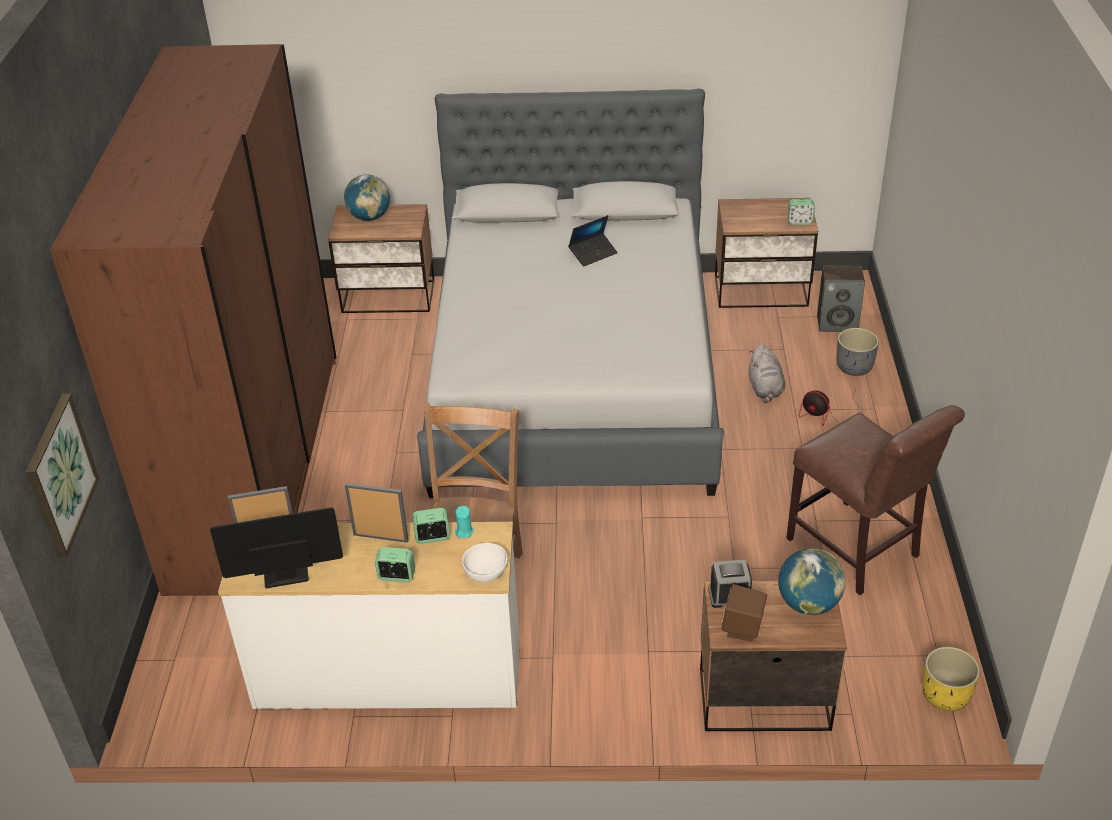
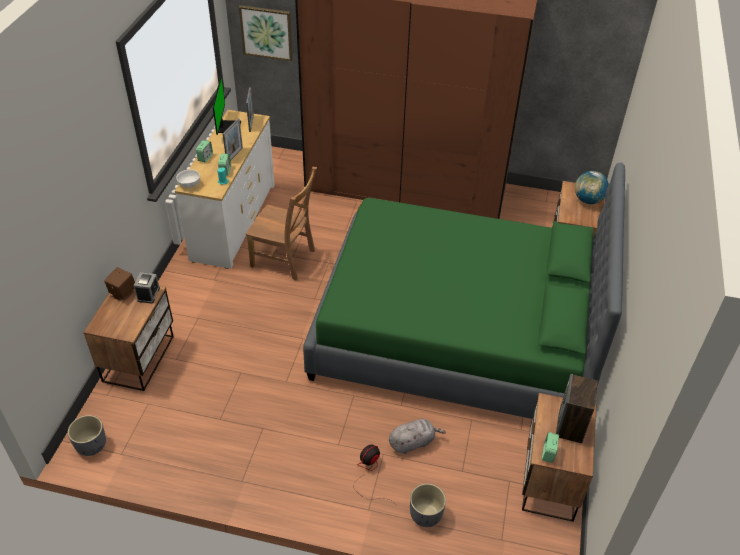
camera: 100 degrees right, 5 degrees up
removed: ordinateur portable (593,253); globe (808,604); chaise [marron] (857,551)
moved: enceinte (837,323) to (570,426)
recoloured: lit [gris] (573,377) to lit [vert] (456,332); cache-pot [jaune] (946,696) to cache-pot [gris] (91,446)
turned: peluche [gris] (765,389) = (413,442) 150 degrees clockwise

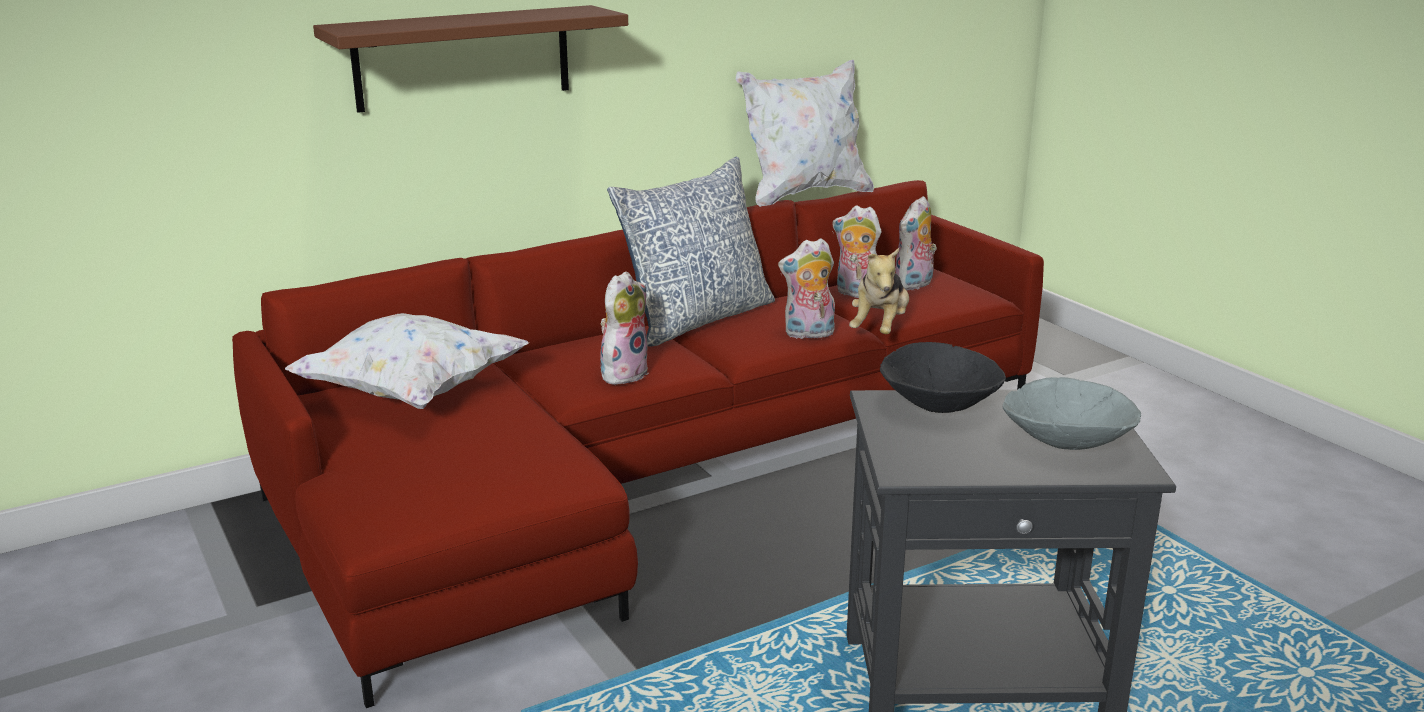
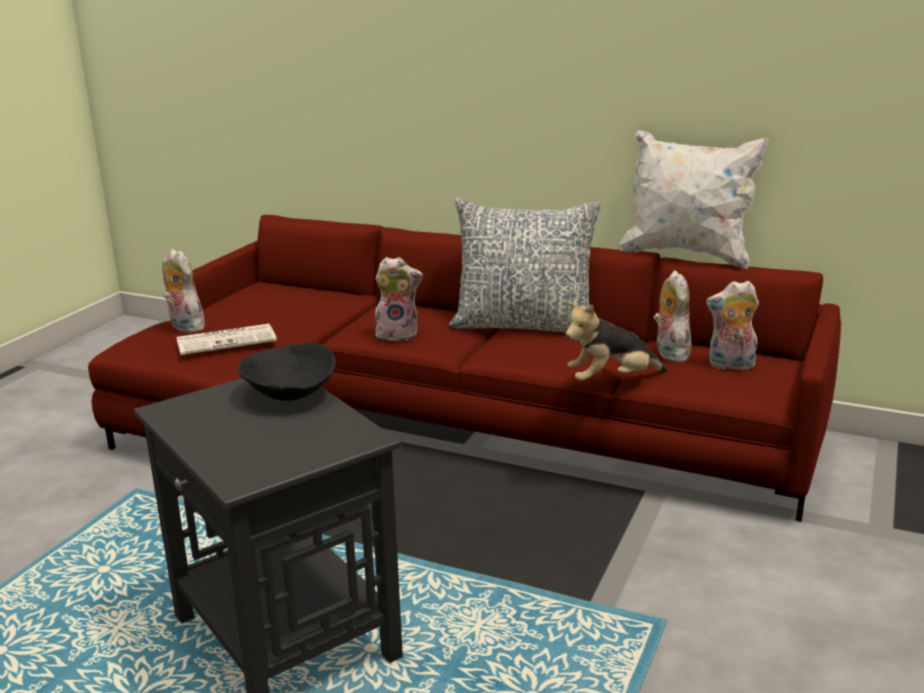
camera: 55 degrees right, 0 degrees up
removed: coussin [blanc] (411,393); étagère [marron] (463,58); bol [gris] (1066,443)
added: journal (227,340)
moved: peluche (808,334) to (184,327)

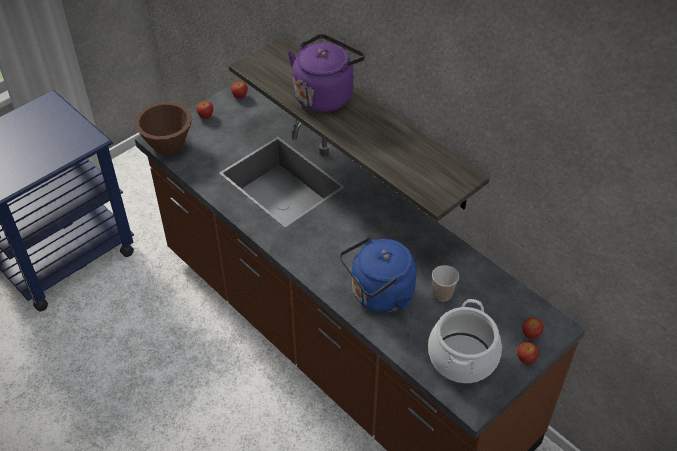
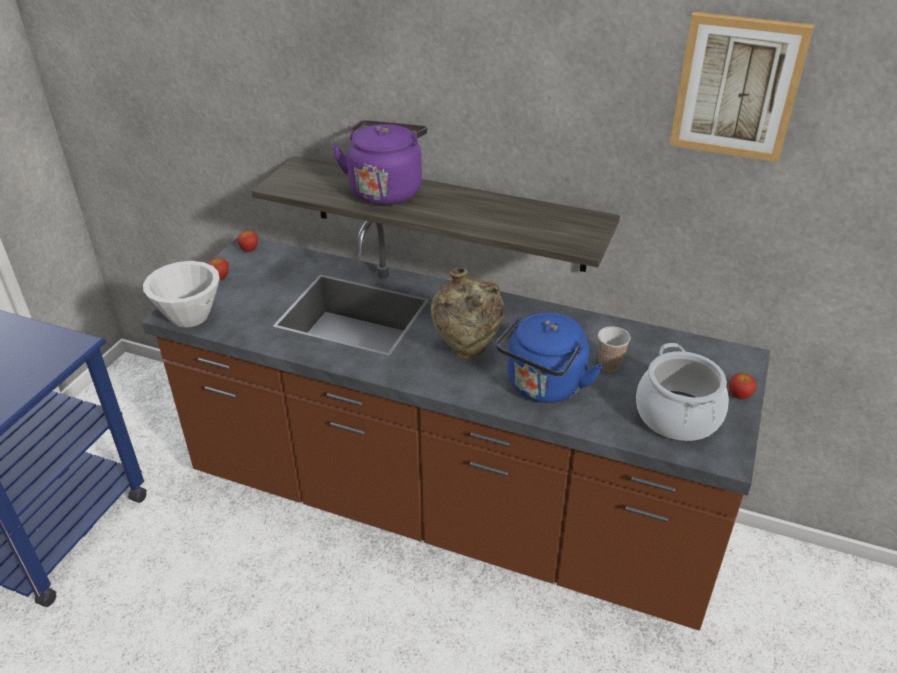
camera: 25 degrees left, 10 degrees down
removed: pomme (530,334)
added: vase [beige] (467,354); tableau (737,87)
recoloured: bol [marron] (167,145) to bol [blanc] (189,317)

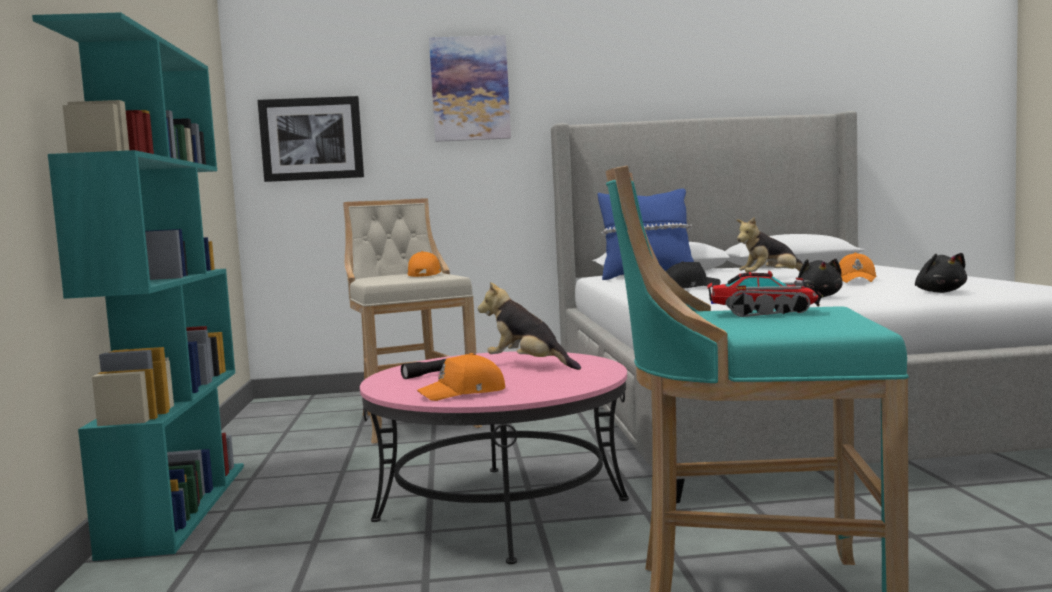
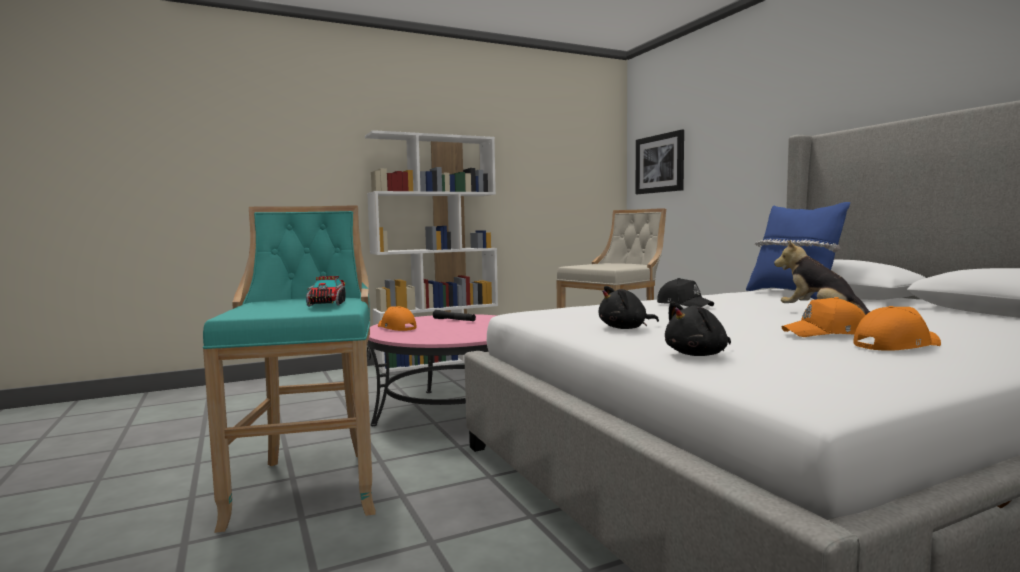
camera: 70 degrees right, 0 degrees up
removed: tableau (470,89); peluche (528,365)
moved: casquette [orange] (424,275) to (895,345)
recoloured: bibliothèque [turquoise] (178,506) to bibliothèque [blanc] (438,361)

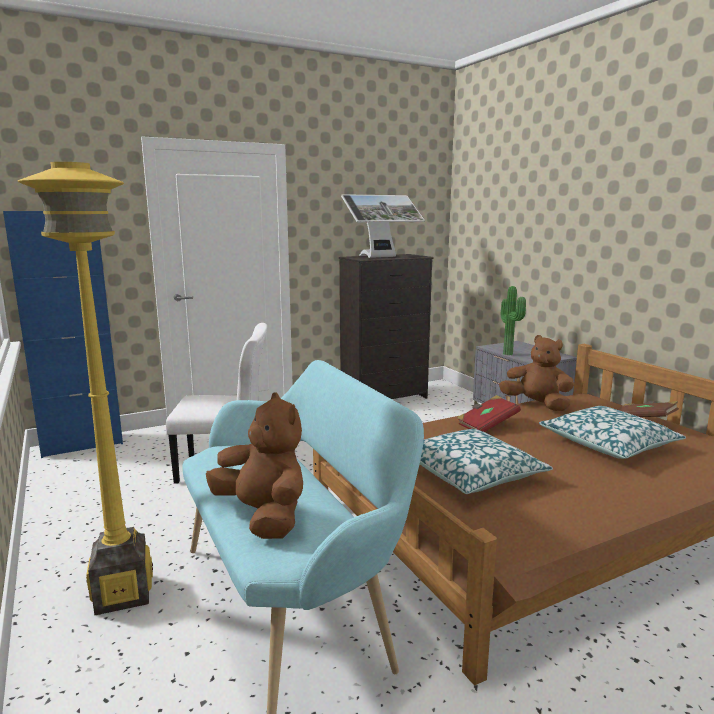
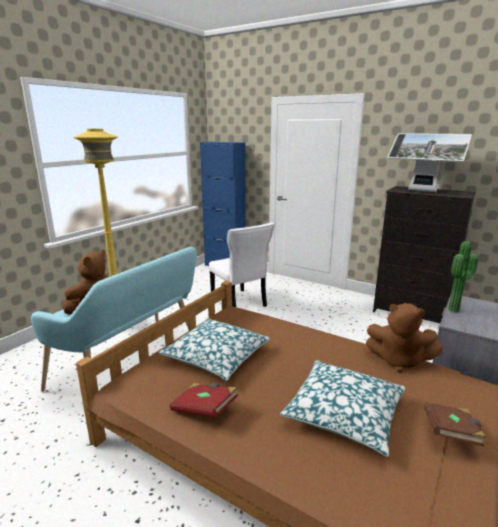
camera: 60 degrees right, 5 degrees up
moved: livre [rouge] (487,425) to (205,409)
turned: peluche [marron] (537,405) = (399,360) 105 degrees clockwise

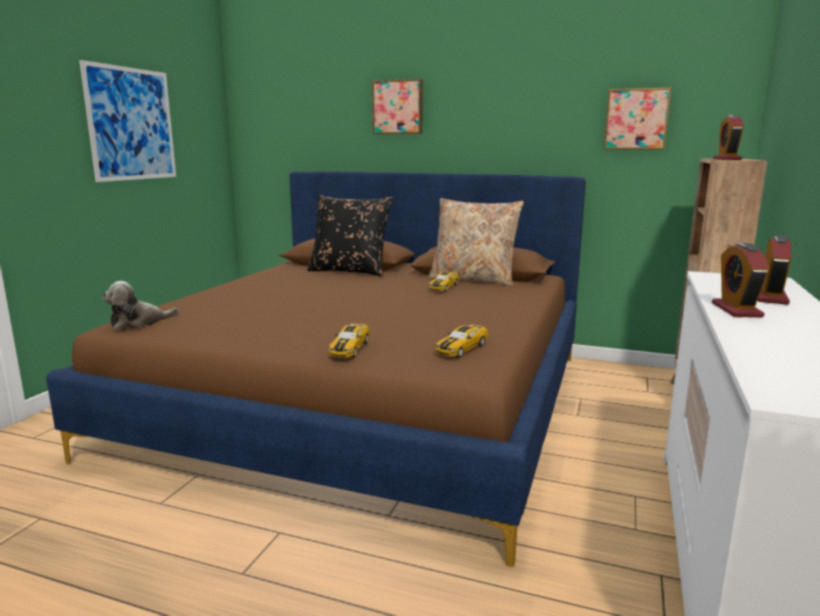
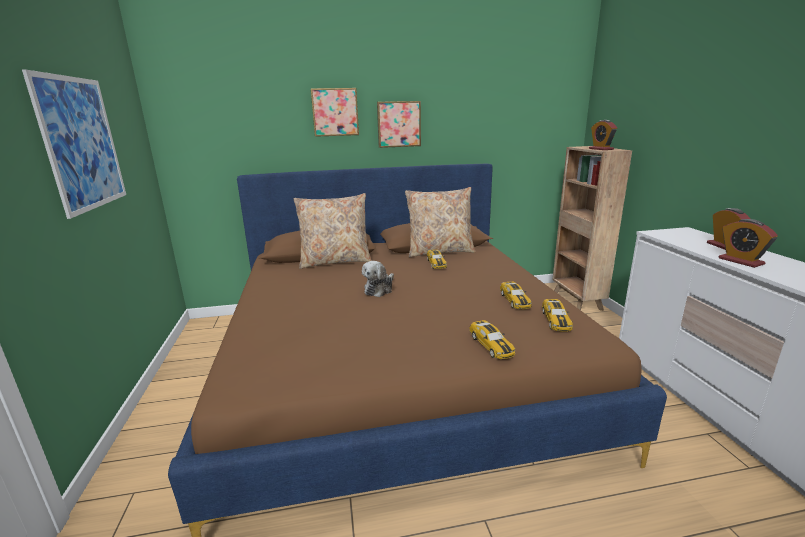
camera: 30 degrees left, 5 degrees up
added: petite voiture (515,300)
moved: peluche (138,323) to (379,289); tableau (636,119) to (398,124)
recoloured: coussin [noir] (350,271) to coussin [beige] (335,261)

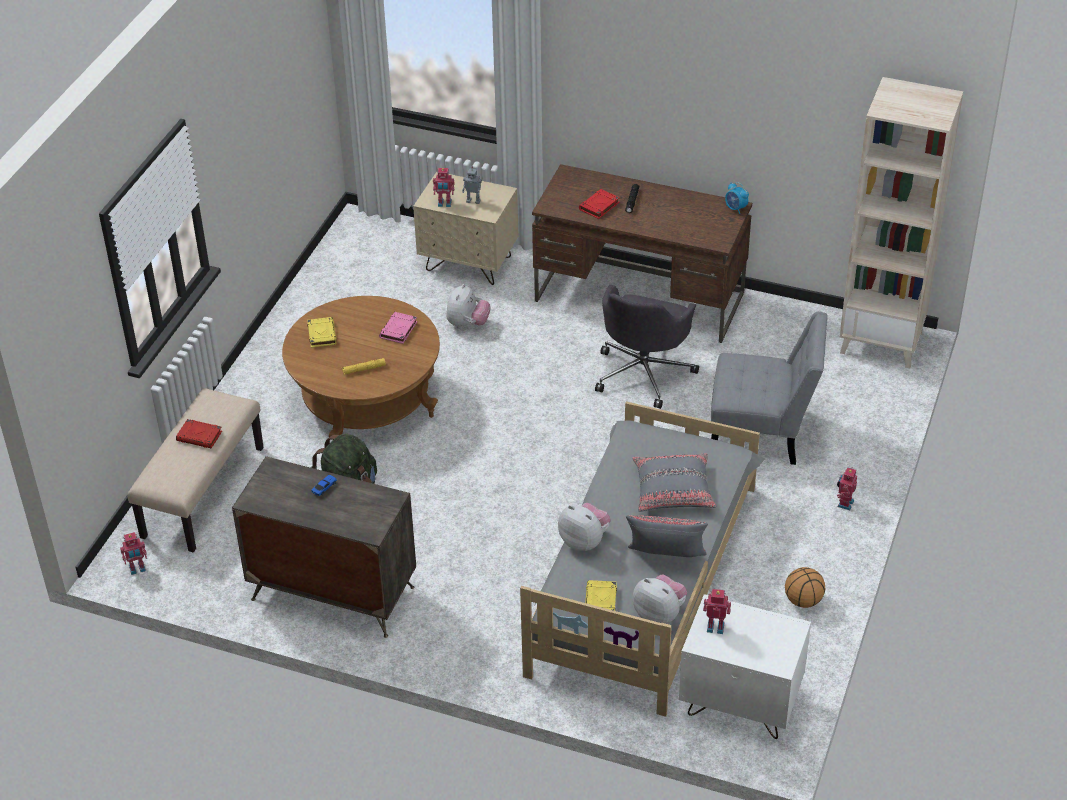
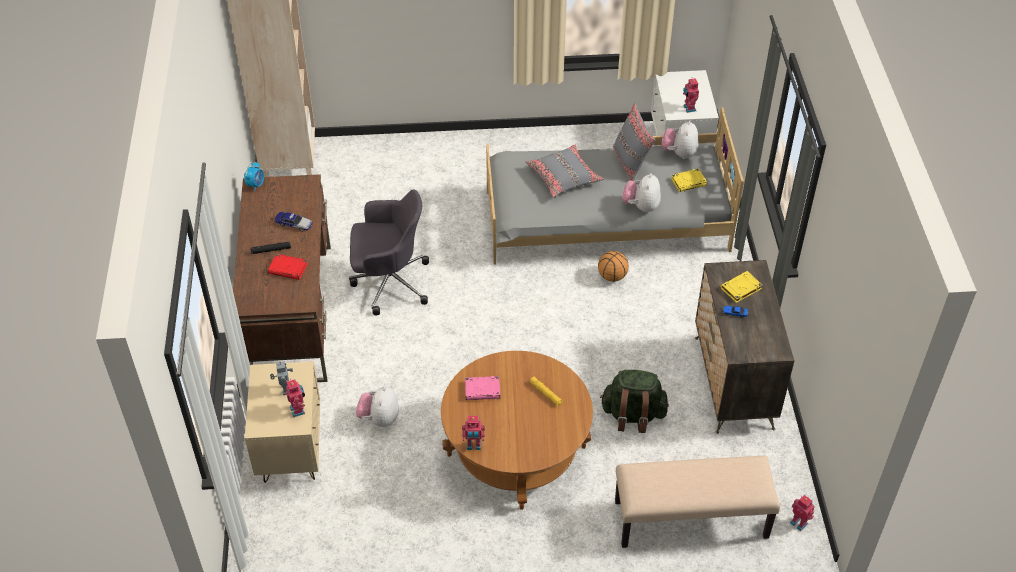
camera: 115 degrees left, 5 degrees up
removed: livre [rouge] (200,436); chaise [gris] (762,433)
added: petite voiture (294,224)
moved: livre [jaune] (321,334) to (740,289); ballon de basket (803,601) to (612,276); robot jouet (844,503) to (473,446)
turned: peluche (467,324) = (379,418) 75 degrees counterclockwise

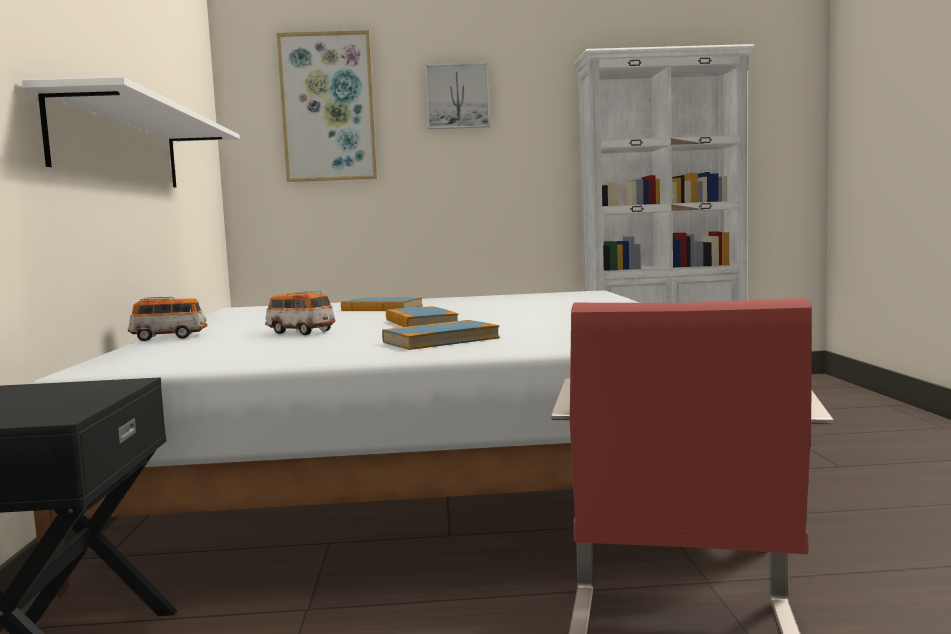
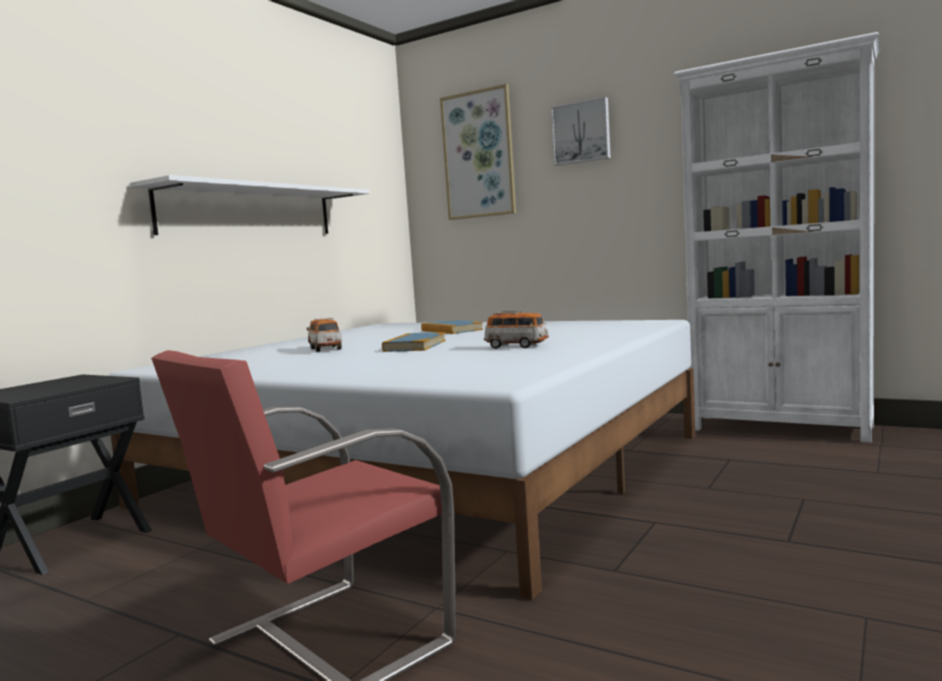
camera: 35 degrees right, 0 degrees up
removed: livre (440,340)
moved: petite voiture (169,337) to (516,346)

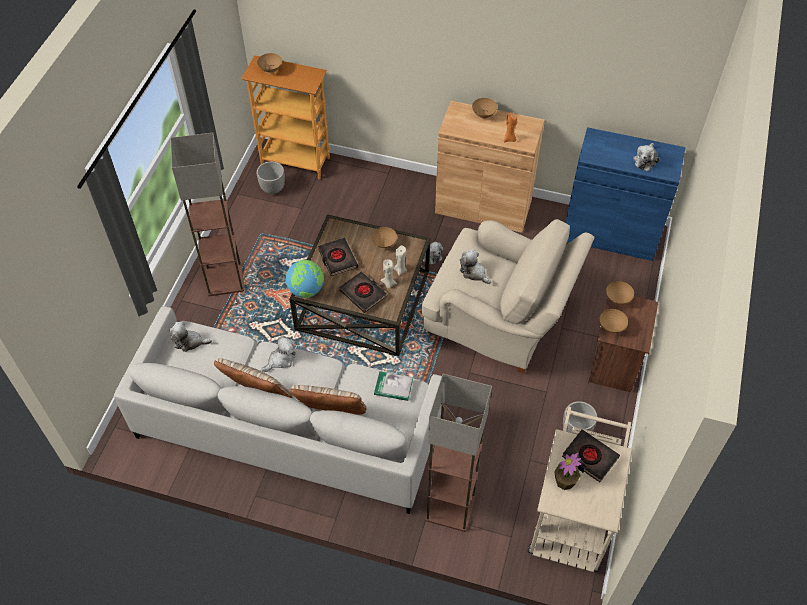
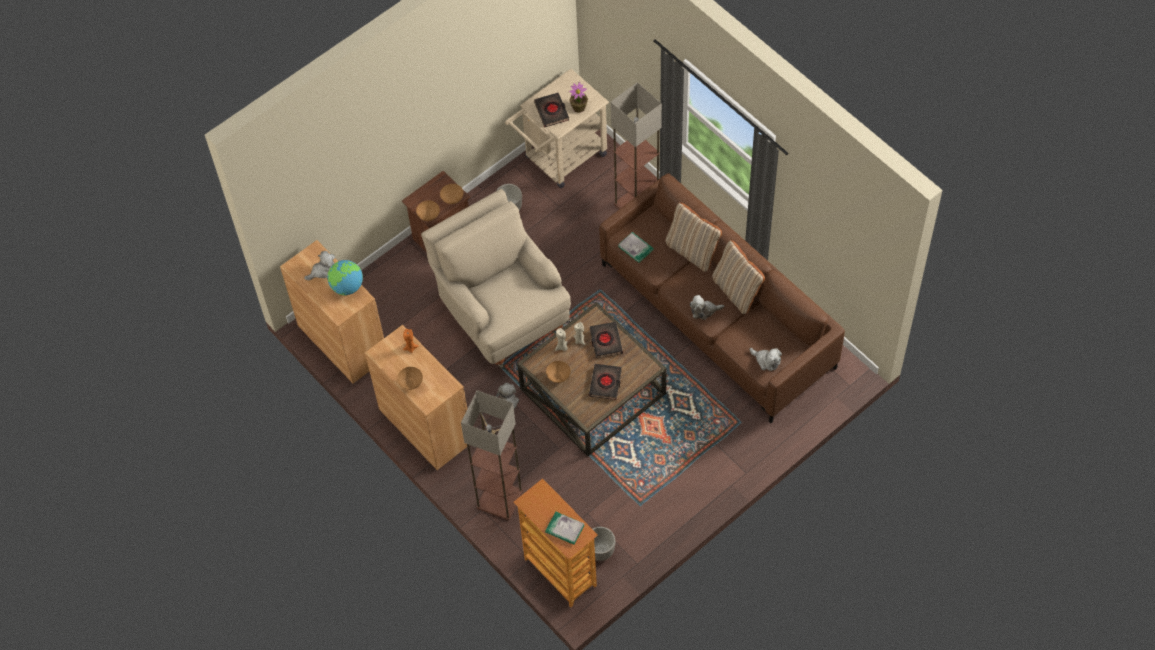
camera: 145 degrees left, 5 degrees up
removed: peluche (474,272)
moved: lampadaire (225,279) to (499,499); globe (306,290) to (347,286)
replaced: bol [marron] (271,70) to livre (564,529)
recoloured: canapé [gris] (288,428) to canapé [marron] (717,316); meuble de rangement [bleu] (610,233) to meuble de rangement [marron] (342,341)

